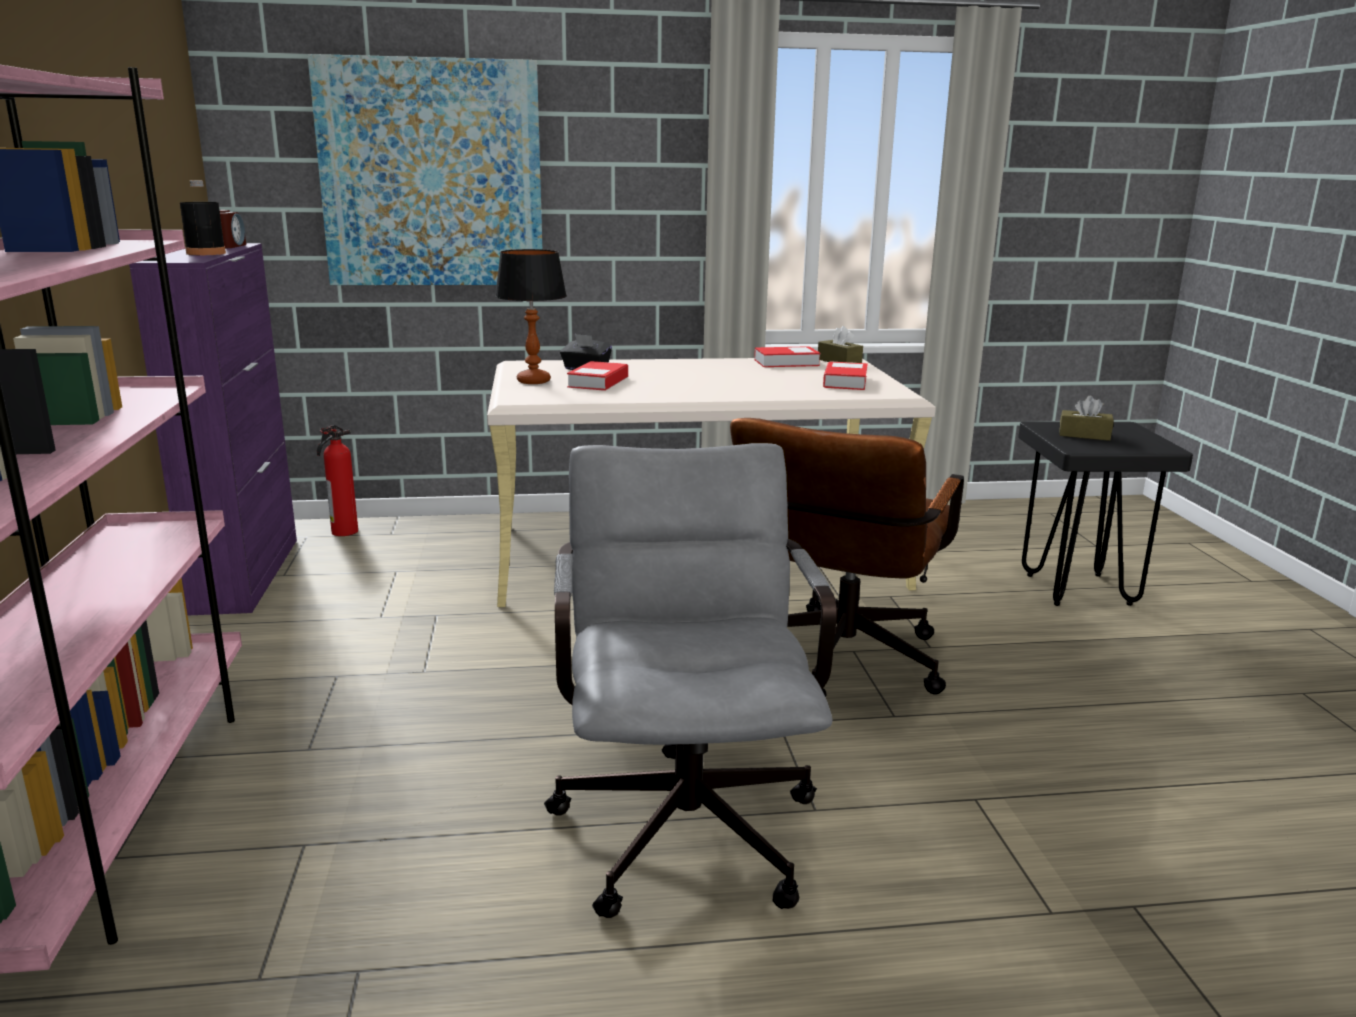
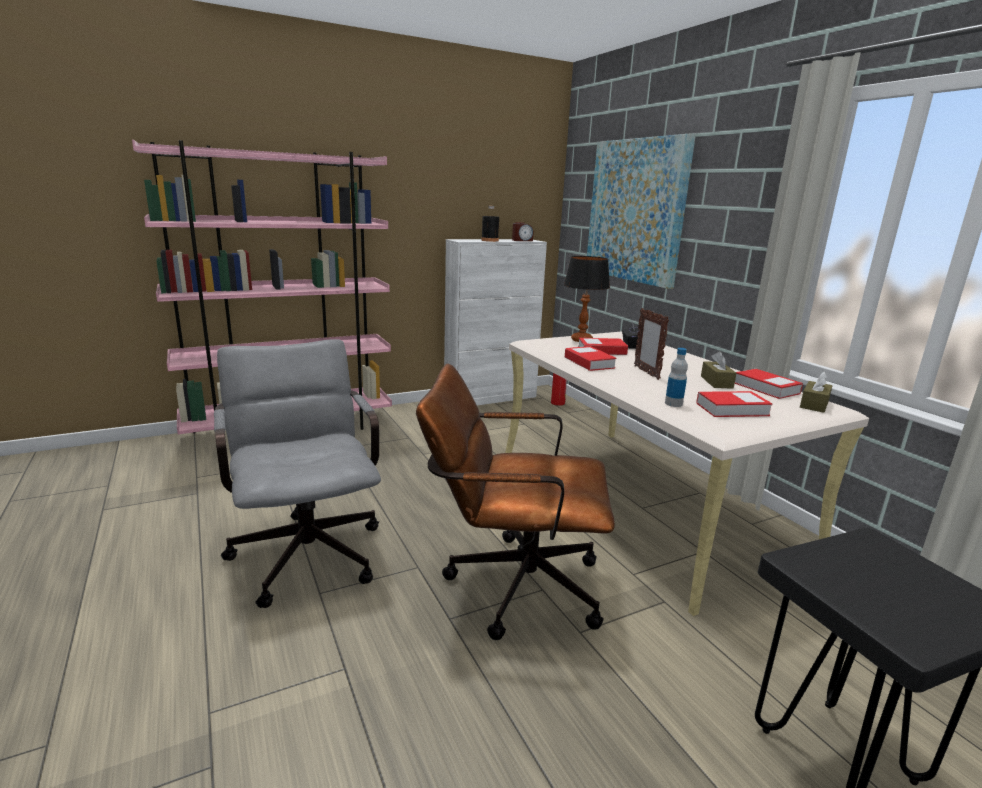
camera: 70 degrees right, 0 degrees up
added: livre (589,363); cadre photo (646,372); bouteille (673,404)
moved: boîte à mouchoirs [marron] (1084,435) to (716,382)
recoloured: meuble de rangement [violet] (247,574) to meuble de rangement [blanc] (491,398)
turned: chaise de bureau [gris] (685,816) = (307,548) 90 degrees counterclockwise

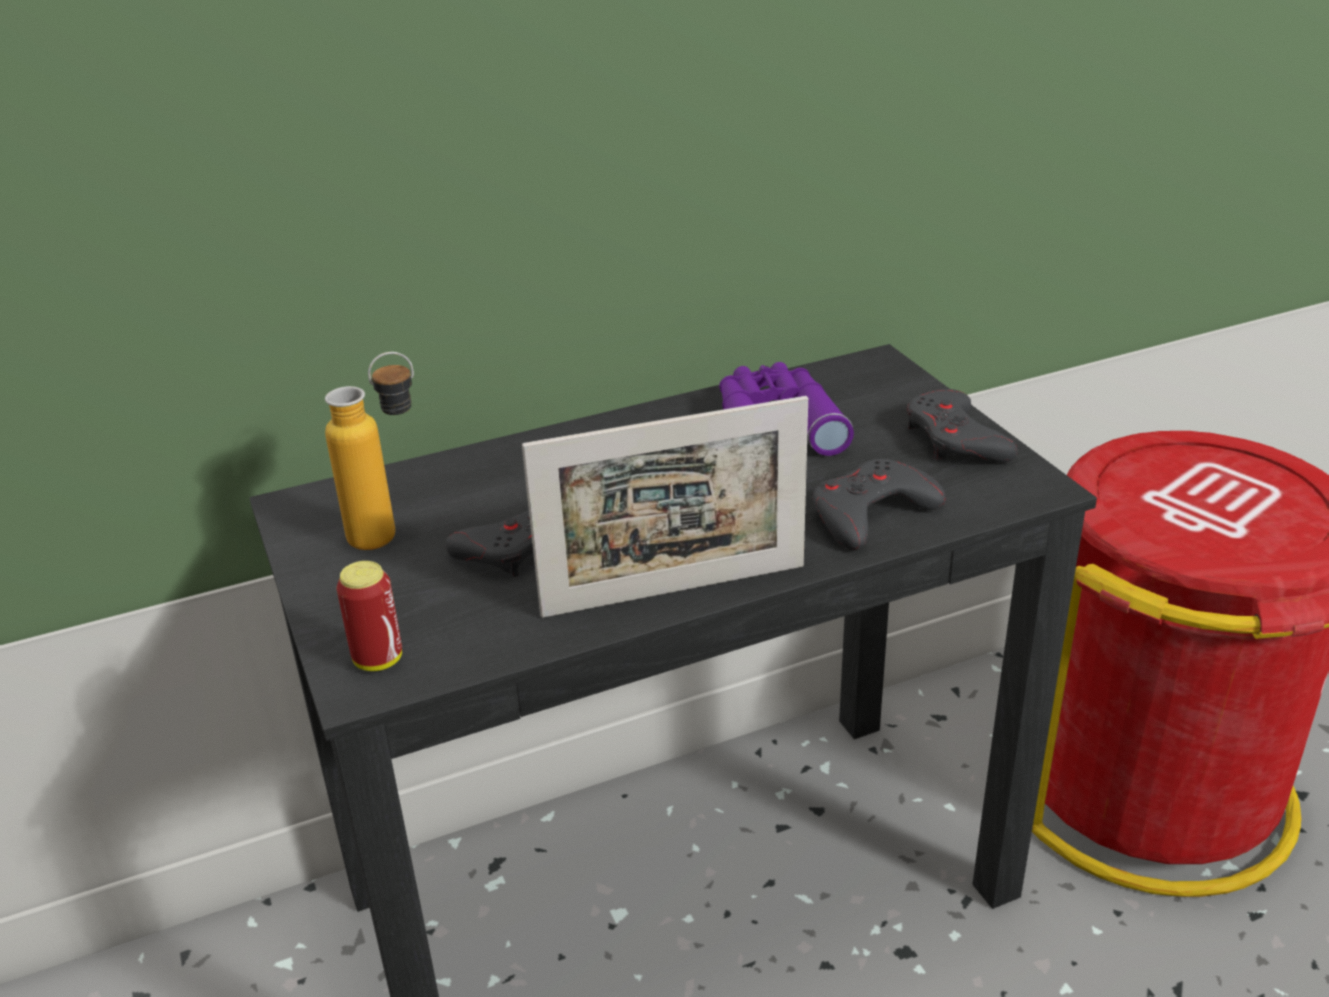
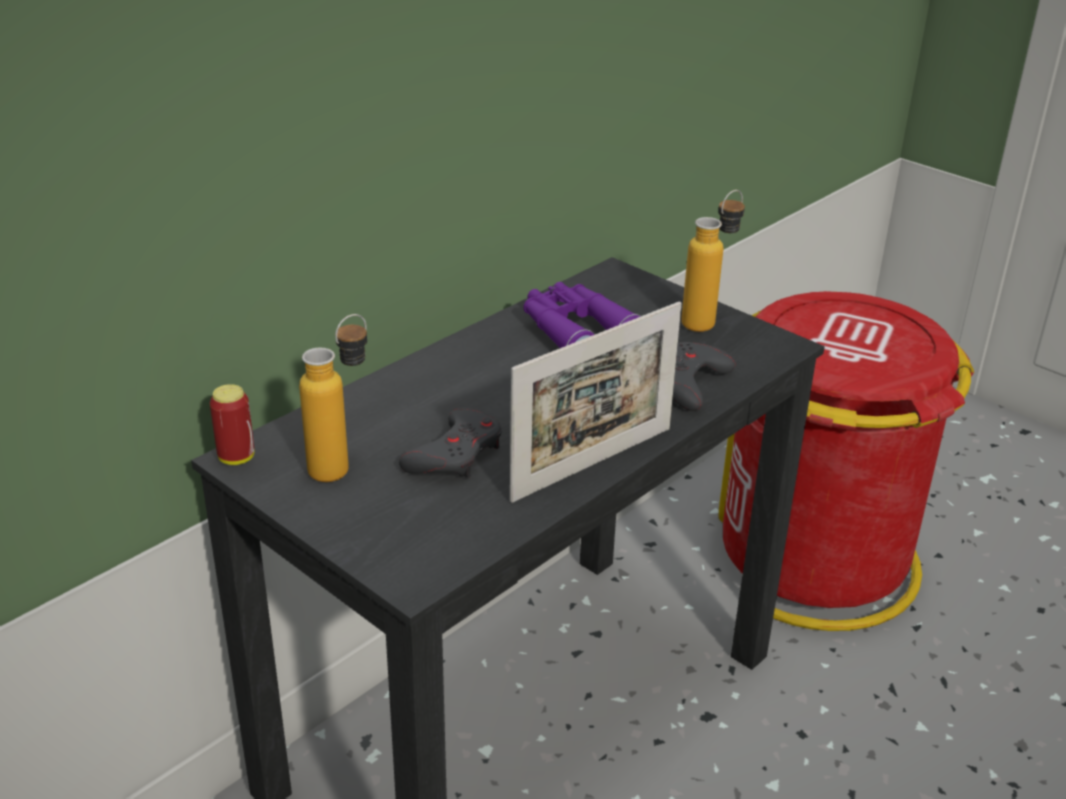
camera: 25 degrees left, 0 degrees up
moved: boîte métallique (378,660) to (236,458)
replaced: manette [gris] (955,439) to bouteille (707,320)

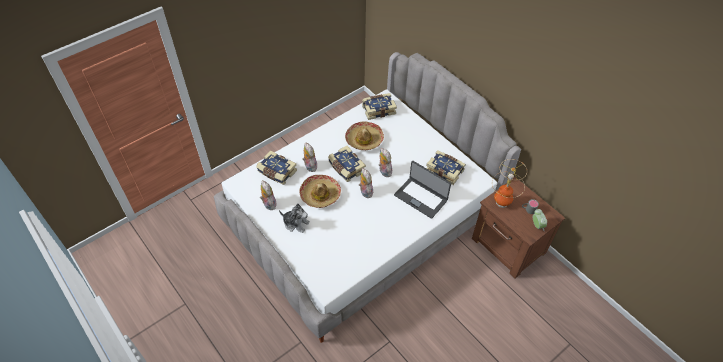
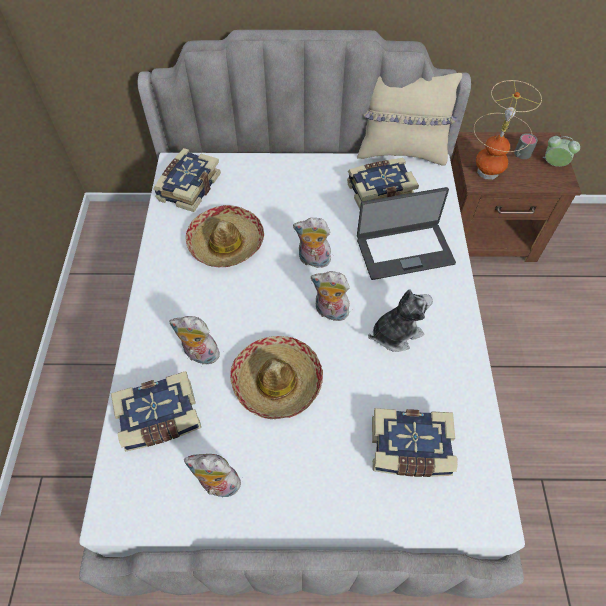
camera: 50 degrees left, 5 degrees up
added: coussin [beige] (402,152)
moved: peluche (295,223) to (395,333); livre (346,168) to (410,449)

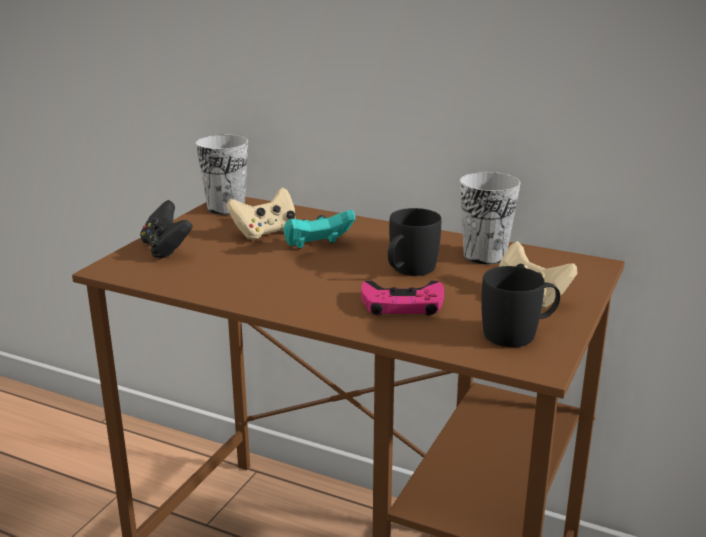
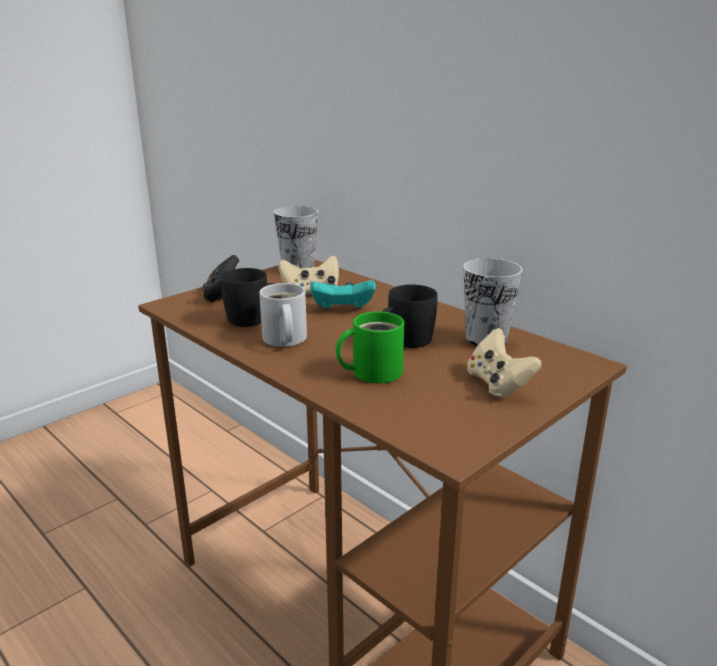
camera: 20 degrees right, 0 degrees up
added: mug [blanc] (283,339)
moved: mug [noir] (519,333) to (255,320)
replaced: manette [rose] (402,305) to mug [vert] (372,371)

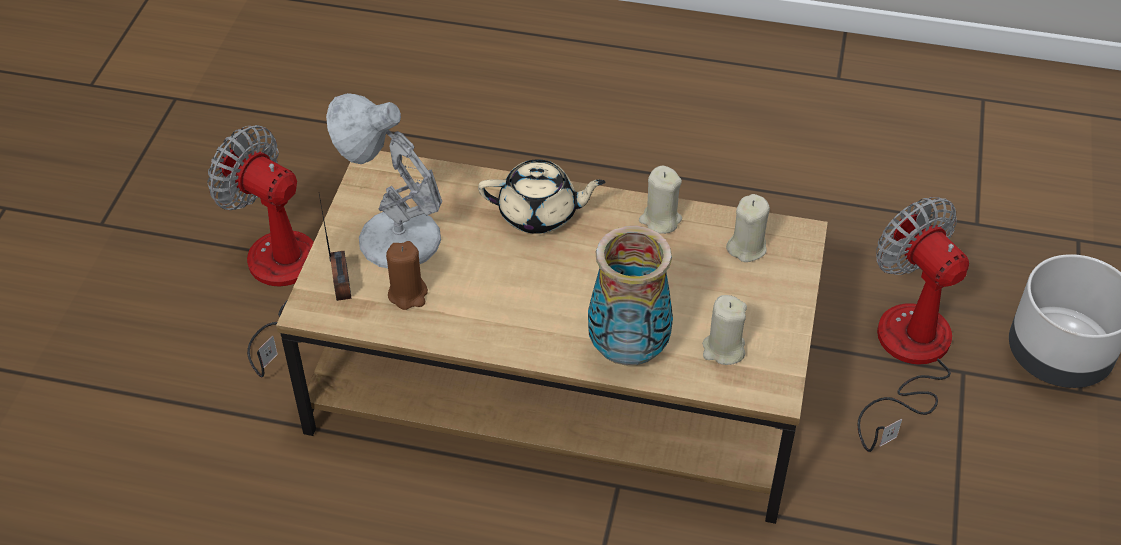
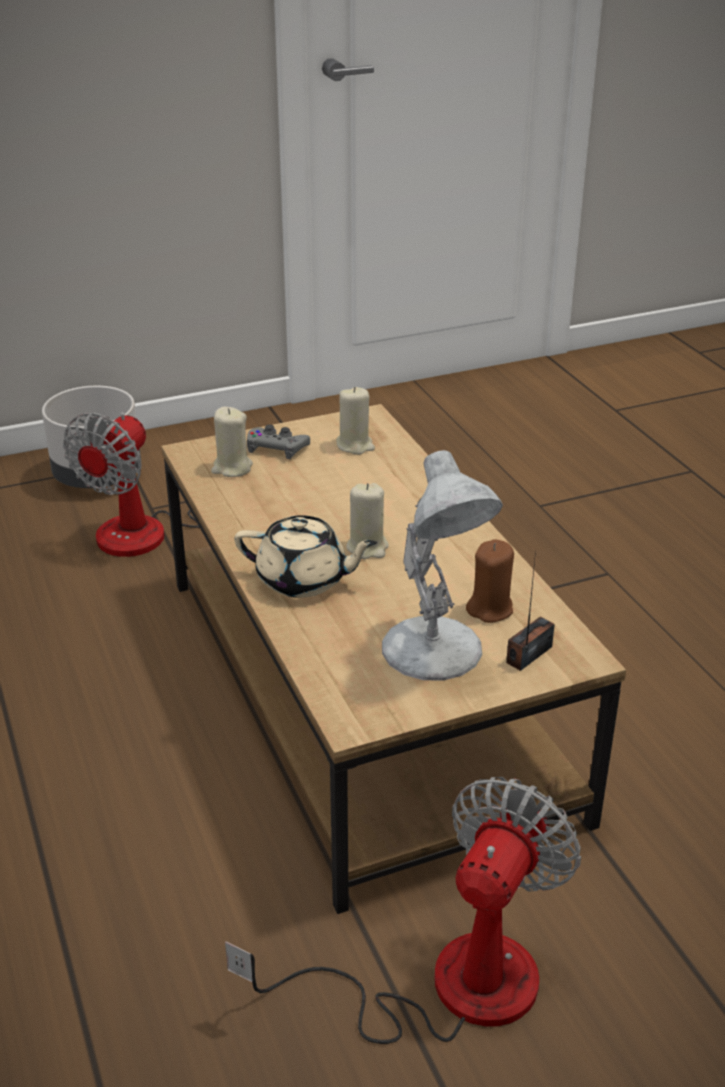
camera: 125 degrees left, 15 degrees down
removed: vase (628,351)
added: manette [gris] (277,448)
moved: bougie [beige] (660,220) to (367,547)
turned: ventilateur (281,281) = (445,985) 150 degrees counterclockwise; théière [beige] (540,214) = (304,580) 135 degrees clockwise

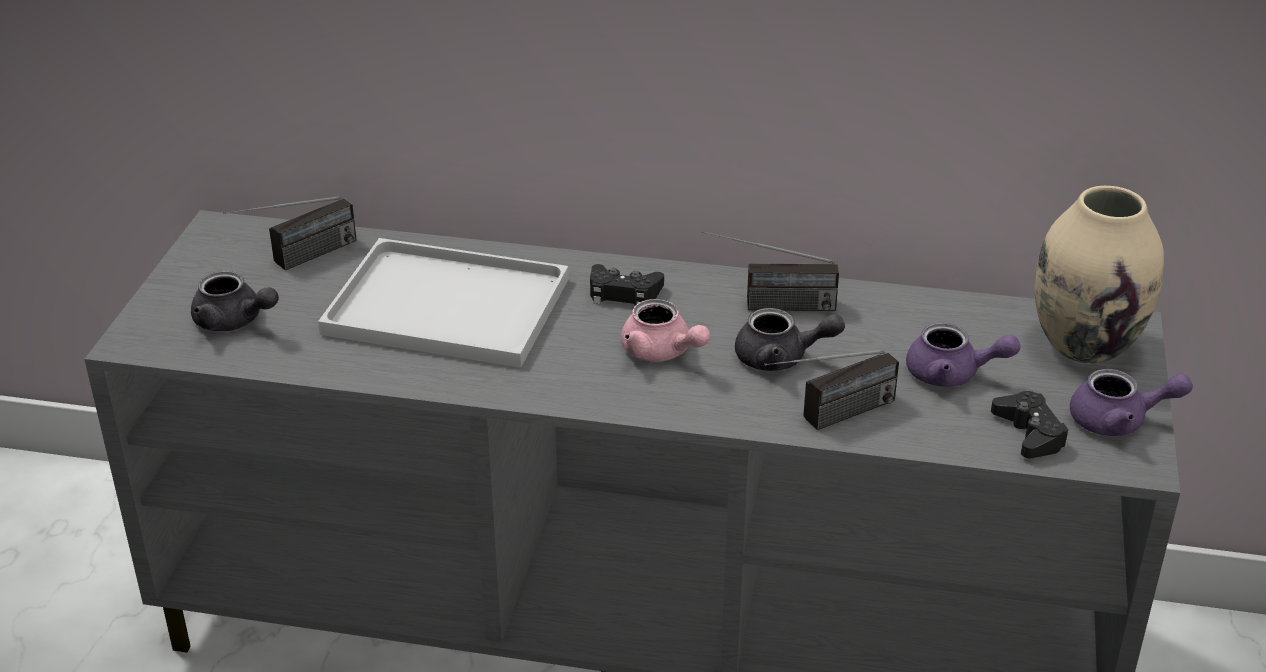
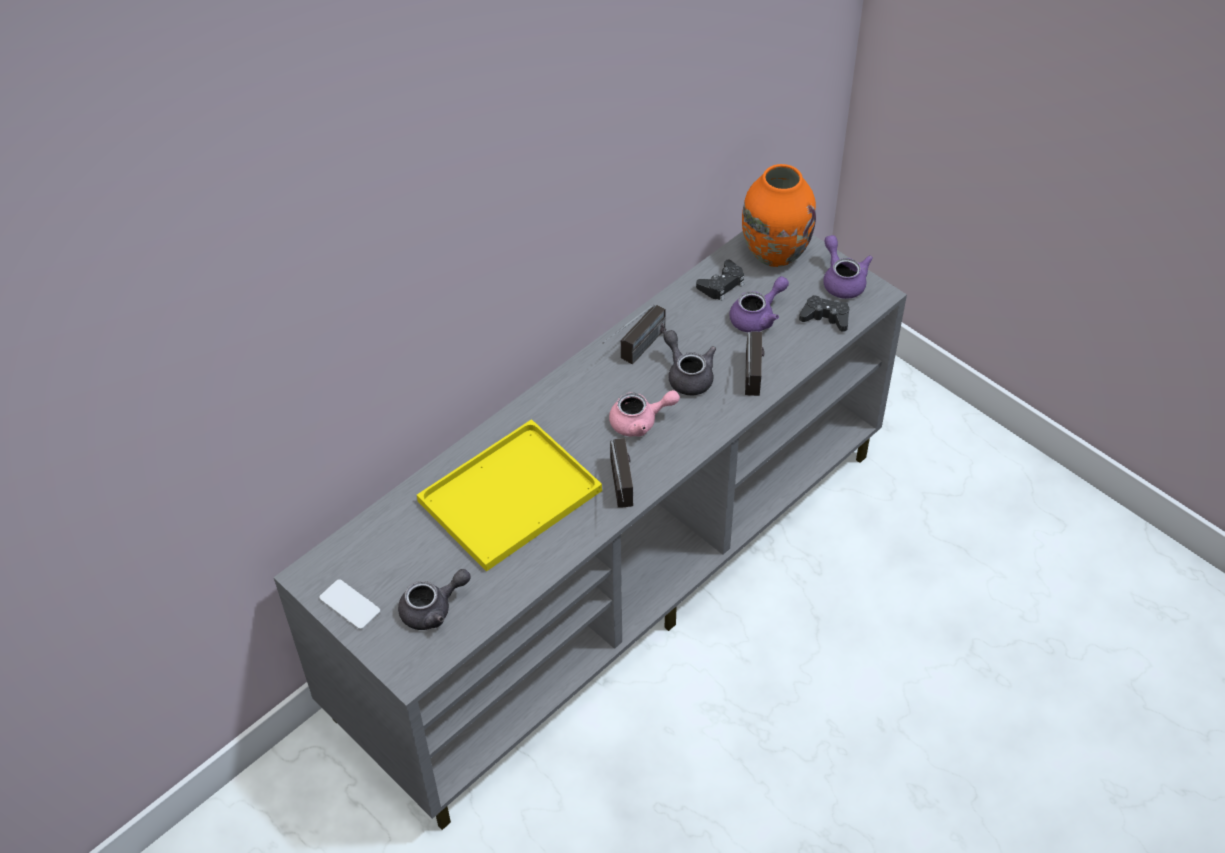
camera: 55 degrees left, 15 degrees up
added: téléphone (350,605)
moved: radio (297,260) to (625,495); manette [noir] (623,293) to (722,285)
recoloured: plateau [blanc] (452,305) to plateau [jaune] (511,493); vase [beige] (1085,343) to vase [orange] (774,252)
turned: théière [gris] (781,358) = (687,375) 75 degrees counterclockwise; théière [violet] (1119,421) = (842,280) 60 degrees counterclockwise

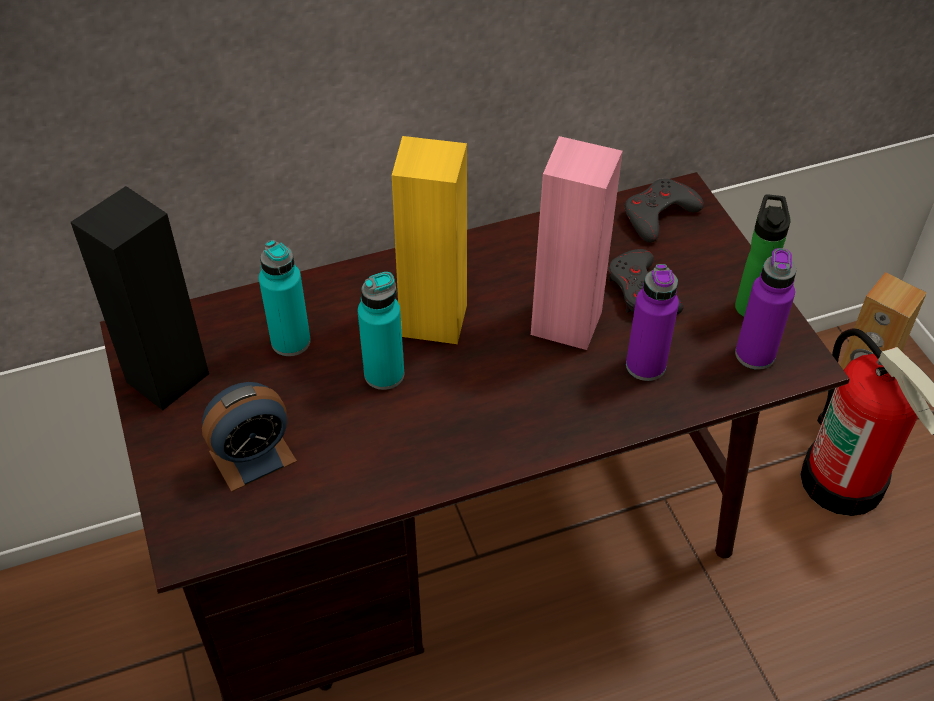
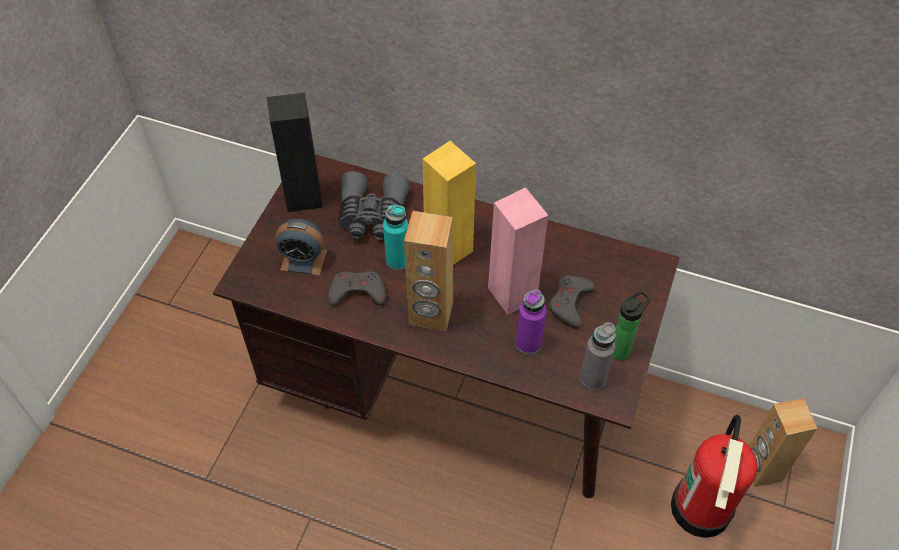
camera: 40 degrees right, 5 degrees up
added: enceinte [marron] (431,314)
moved: manette [gris] (658,215) to (357,292)
replaced: bouteille [turquoise] (291,341) to jumelles [gris] (372,215)
recoloured: bouteille [violet] (755,354) to bouteille [gris] (593,378)

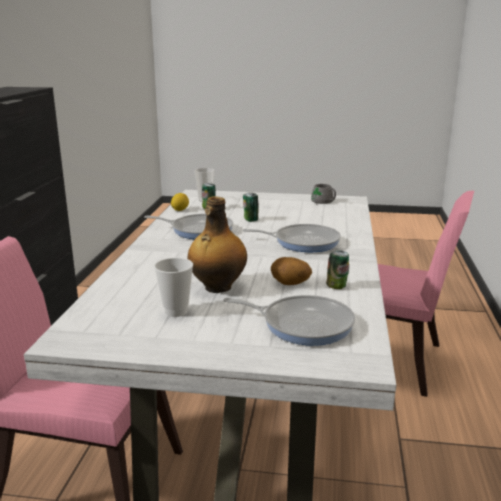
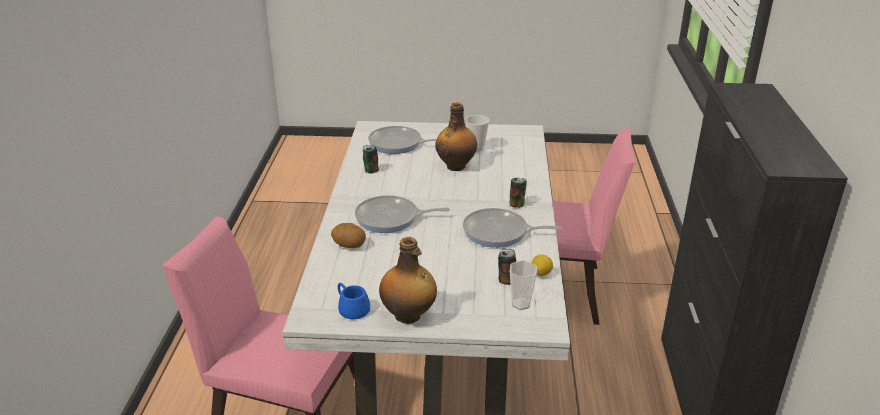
camera: 175 degrees right, 10 degrees up
added: bouteille (408,316)
moved: boîte métallique (250,220) to (517,204); pomme de terre (290,284) to (349,245)
recoloured: mug [gris] (322,202) to mug [bleu] (354,306)

